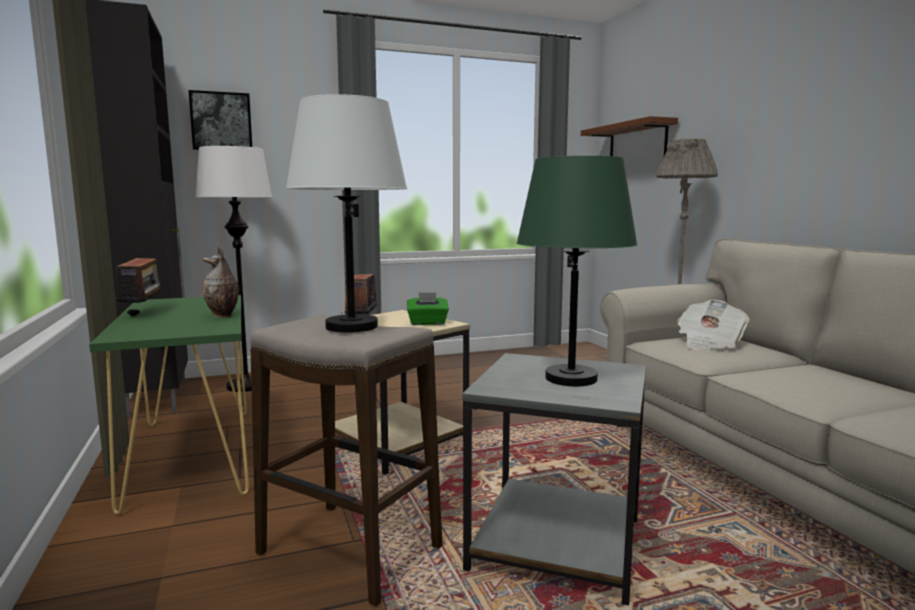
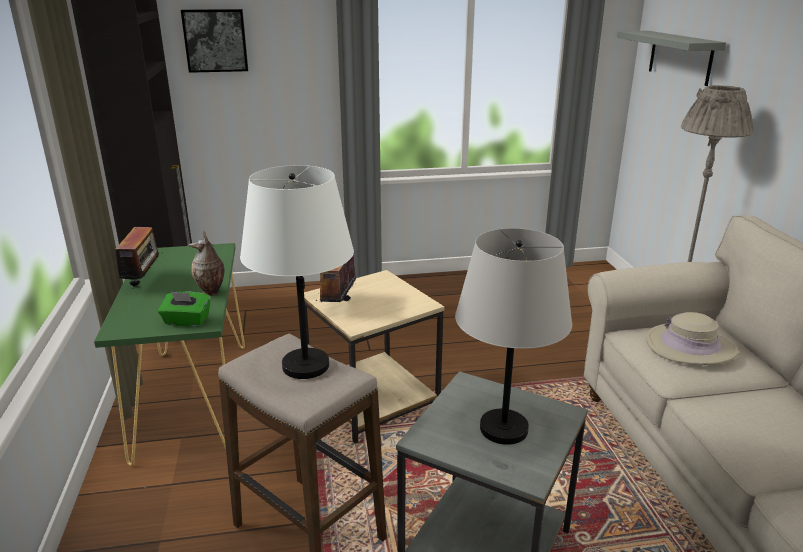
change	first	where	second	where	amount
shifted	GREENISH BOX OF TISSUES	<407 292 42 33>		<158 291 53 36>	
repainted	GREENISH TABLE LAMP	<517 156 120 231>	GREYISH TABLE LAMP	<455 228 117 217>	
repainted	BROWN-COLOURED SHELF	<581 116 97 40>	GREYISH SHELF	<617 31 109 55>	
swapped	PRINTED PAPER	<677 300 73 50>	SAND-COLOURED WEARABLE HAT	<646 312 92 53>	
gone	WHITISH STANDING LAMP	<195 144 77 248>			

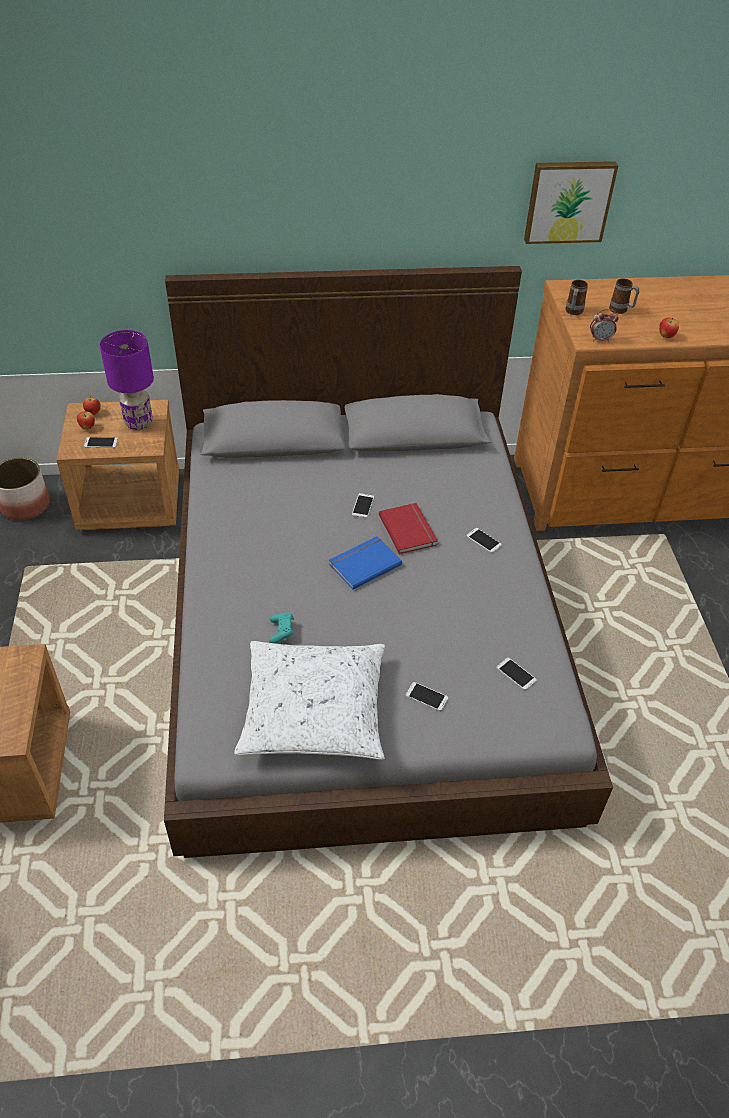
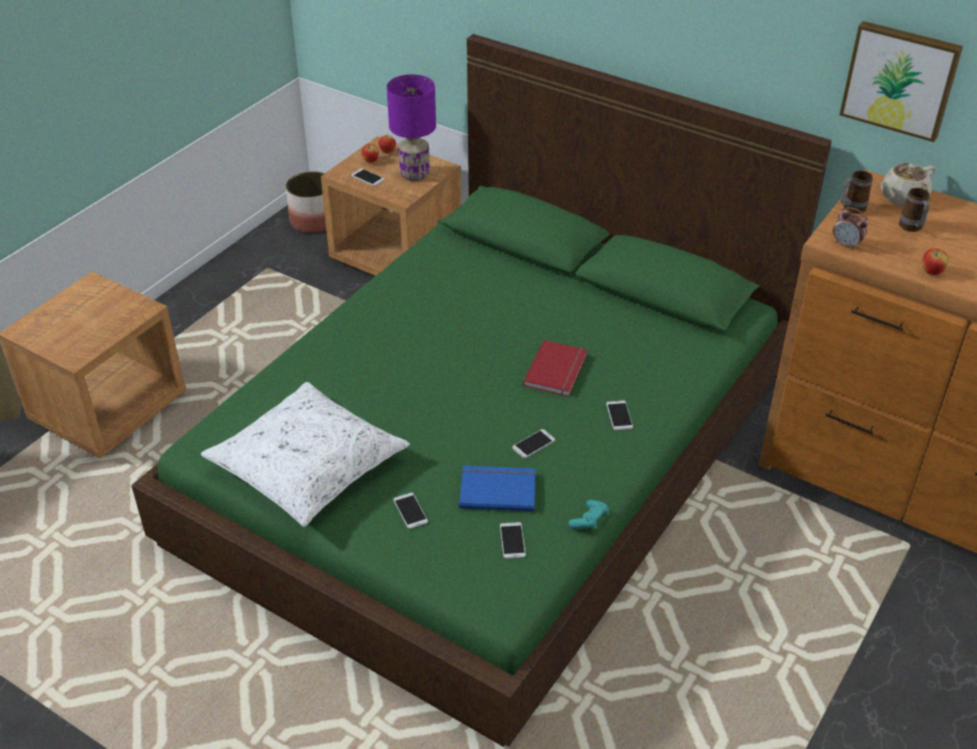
change	first	where	second	where	amount
repainted	GREYISH SLEEPING BED	<164 266 449 592>	GREENISH SLEEPING BED	<131 34 701 713>	
shifted	BLUE-COLOURED VOLUME	<329 536 73 54>		<459 466 77 46>	
shifted	PHONE	<352 493 22 25>		<512 429 43 29>	
shifted	BLUE-GREEN JOYPAD	<269 613 25 31>		<568 500 41 29>	
new			SAND-COLOURED TEAPOT	<881 163 54 43>	

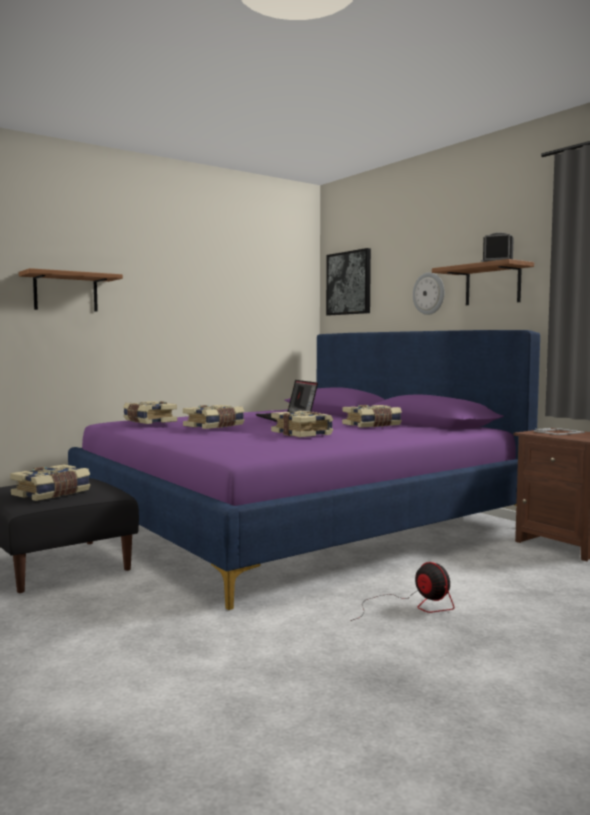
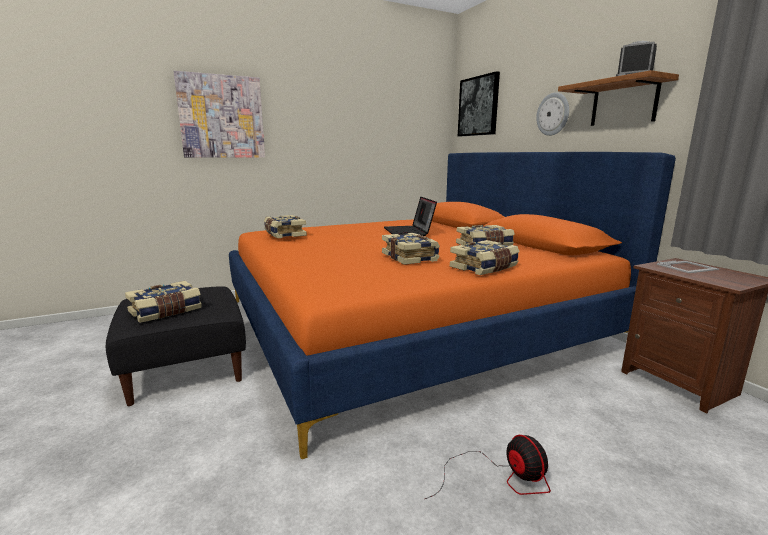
change	first	where	second	where	amount
swapped	SHELF	<19 268 104 43>	WALL PICTURE	<174 71 91 87>	
repainted	PURPLE SLEEPING BED	<68 330 472 280>	ORANGEY SLEEPING BED	<229 152 447 307>	
shifted	VOLUME	<183 405 61 24>		<450 240 70 35>	

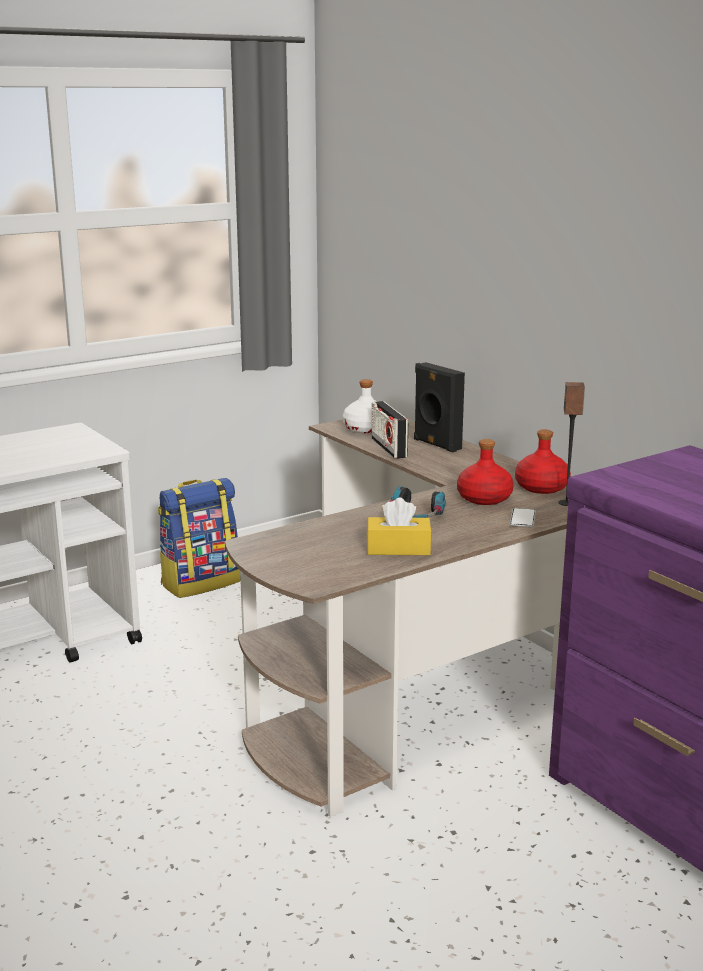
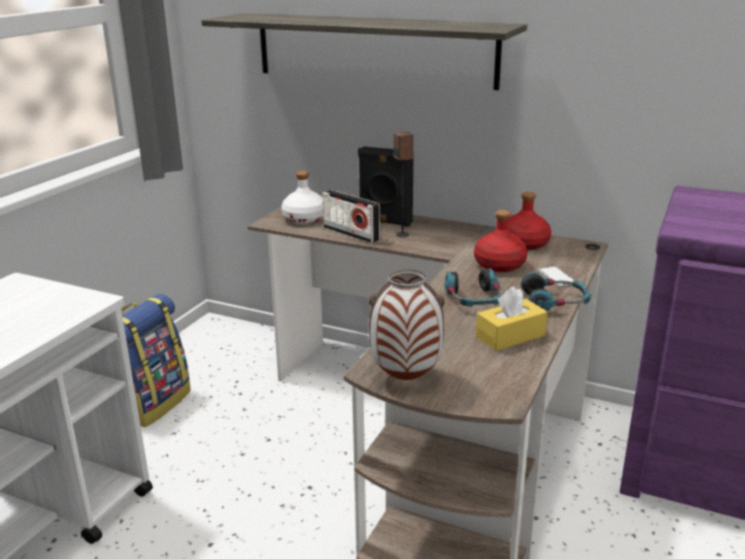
change	first	where	second	where	amount
new			SHELF	<201 13 326 77>	
new			DECORATIVE VASE	<369 269 75 111>	
shifted	SPEAKER	<558 382 27 124>		<394 132 20 105>	
new			PAIR OF HEADPHONES	<521 272 70 39>	

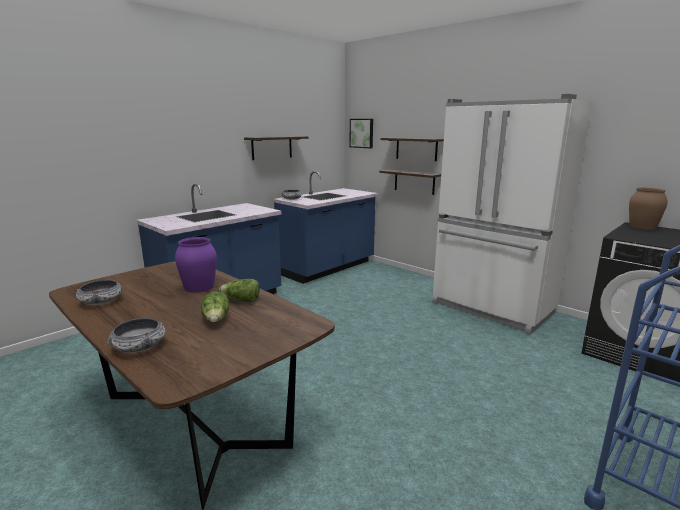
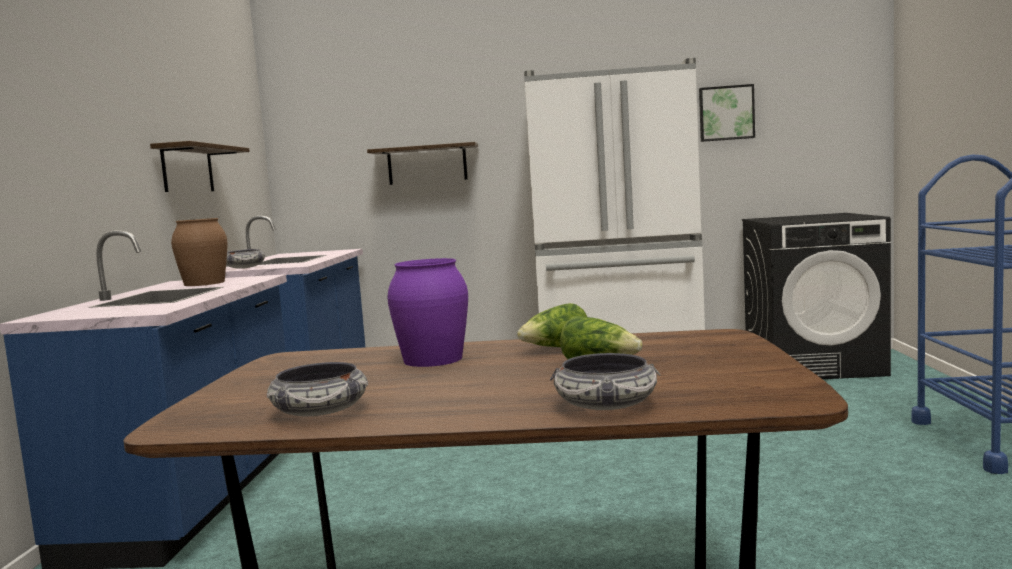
change	first	where	second	where	amount
shifted	BROWN-COLOURED DECORATIVE VASE	<629 188 39 42>		<171 218 56 68>	
shifted	WALL PICTURE	<350 119 23 29>		<699 84 56 58>	
gone	SHELF	<379 169 62 26>			

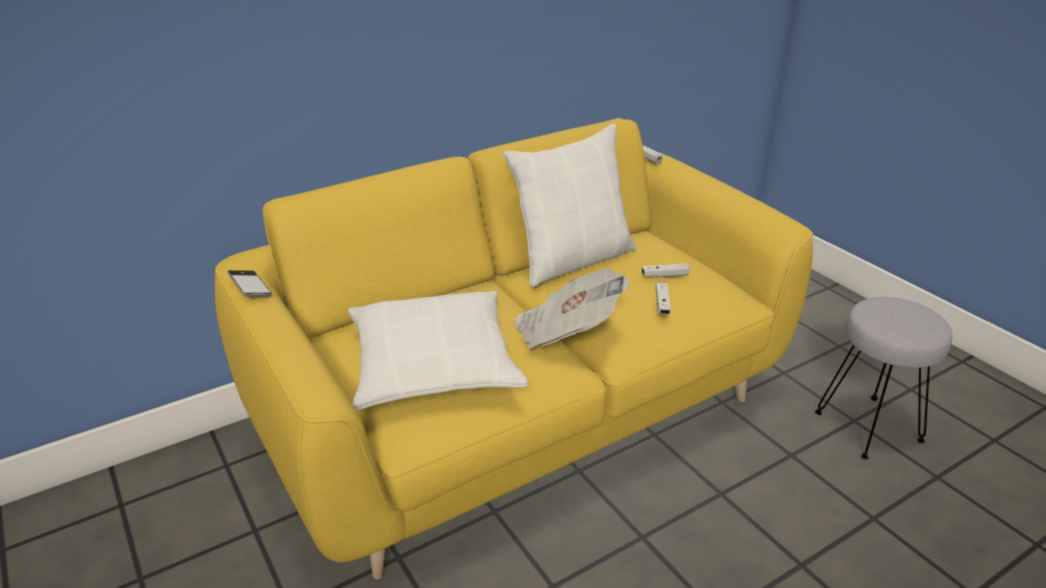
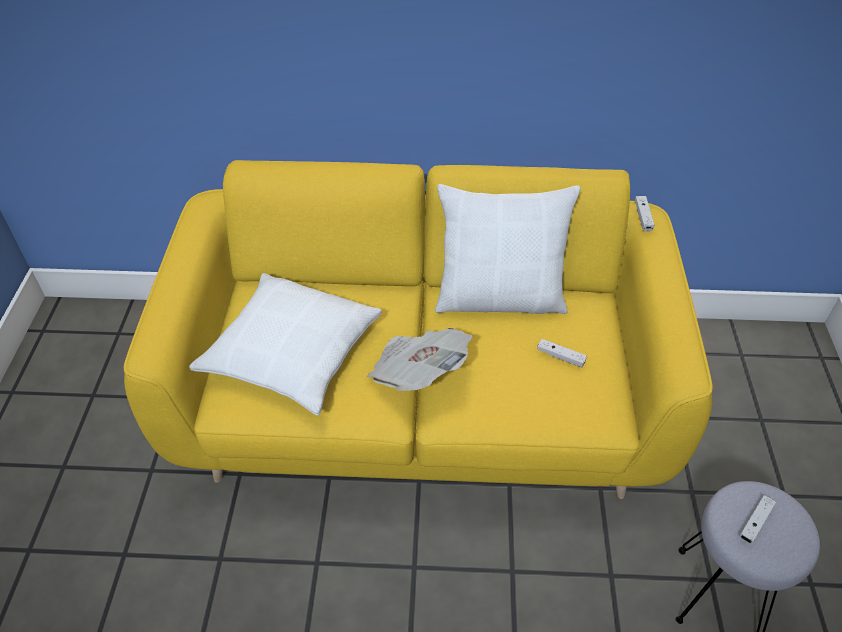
change	first	where	second	where	amount
shifted	WHITISH JOYPAD	<656 283 15 32>		<739 495 37 49>	
gone	PHONE	<227 270 45 27>			

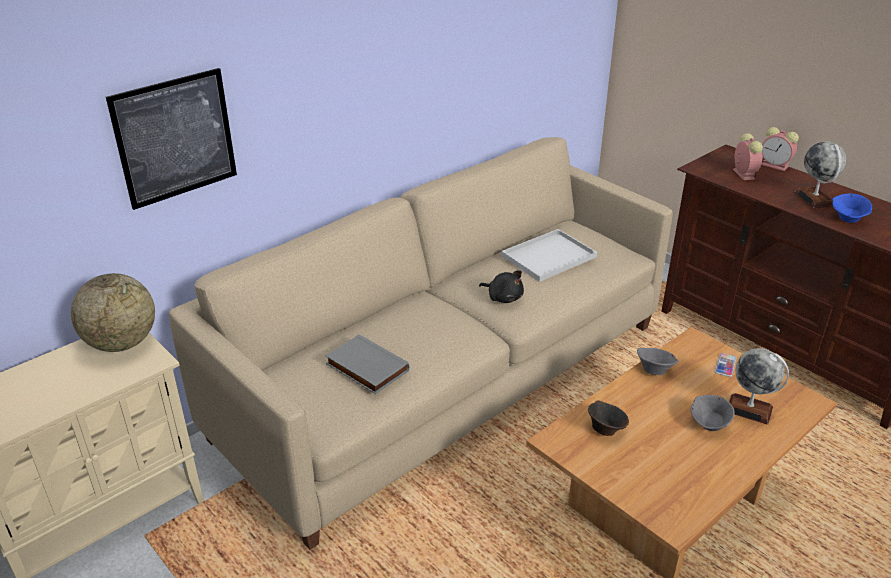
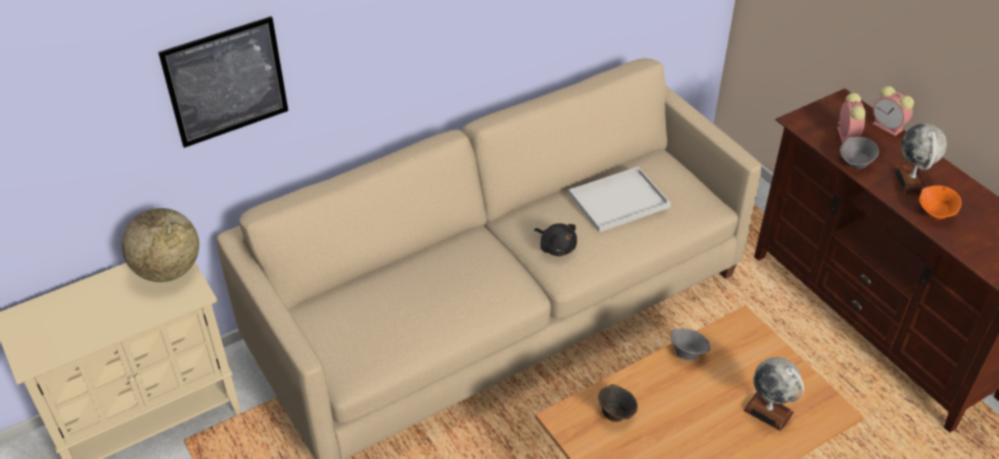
change	first	where	second	where	amount
shifted	GREYISH BOWL	<690 395 45 36>		<840 137 39 32>	
repainted	BLUE-COLOURED BOWL	<832 194 40 29>	ORANGEY BOWL	<919 185 43 34>	
gone	GREYISH VOLUME	<325 334 84 60>			
gone	PHONE	<715 353 22 24>			

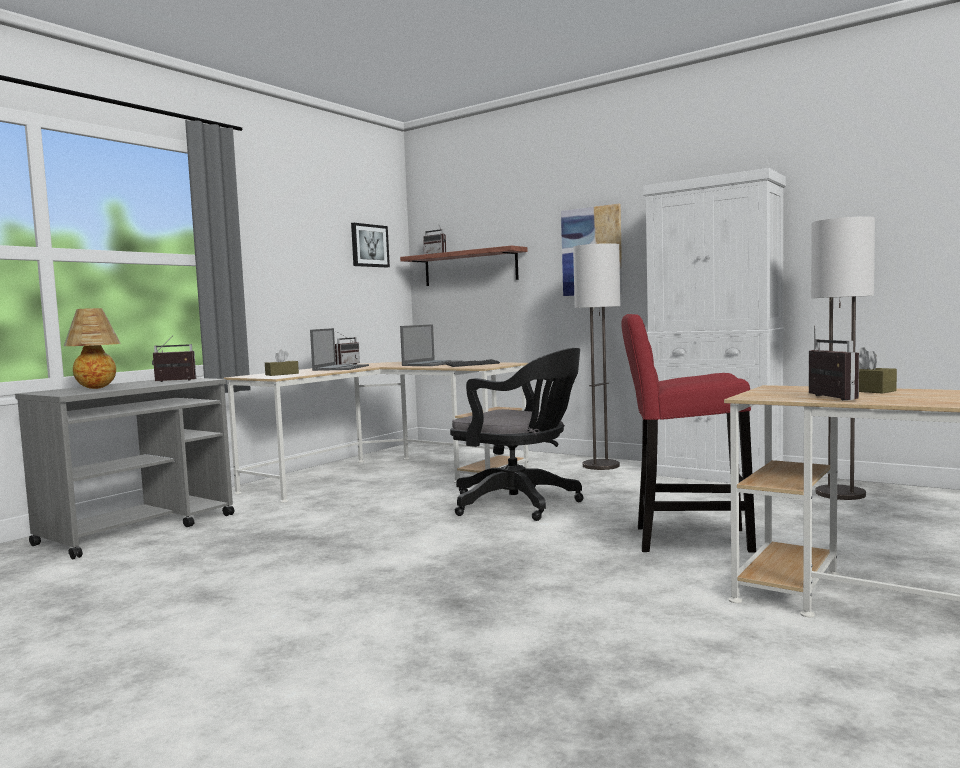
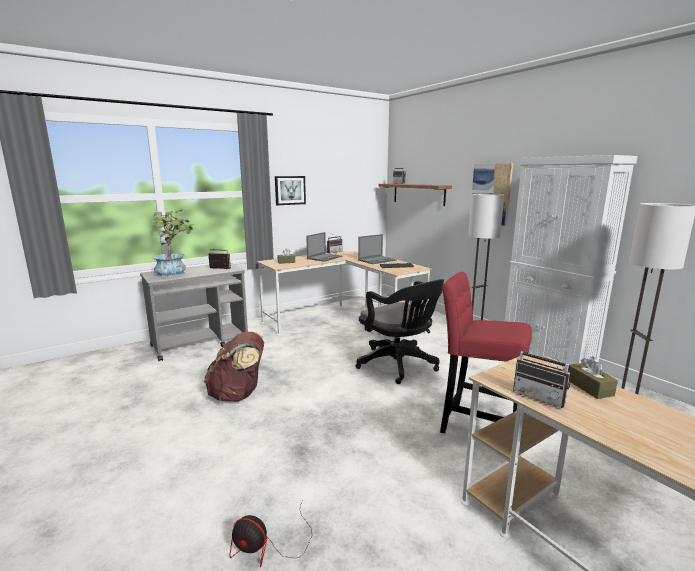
change	first	where	second	where	amount
swapped	TABLE LAMP	<64 308 57 81>	POTTED PLANT	<152 210 43 68>	
new			BROWN-COLOURED KNAPSACK	<204 332 60 70>	
new			ELECTRIC FAN	<229 499 83 68>	
shifted	WALL PICTURE	<351 223 39 44>		<275 176 31 29>	
rotated	RADIO RECEIVER	<809 325 50 75>		<513 340 57 68>	120 degrees clockwise

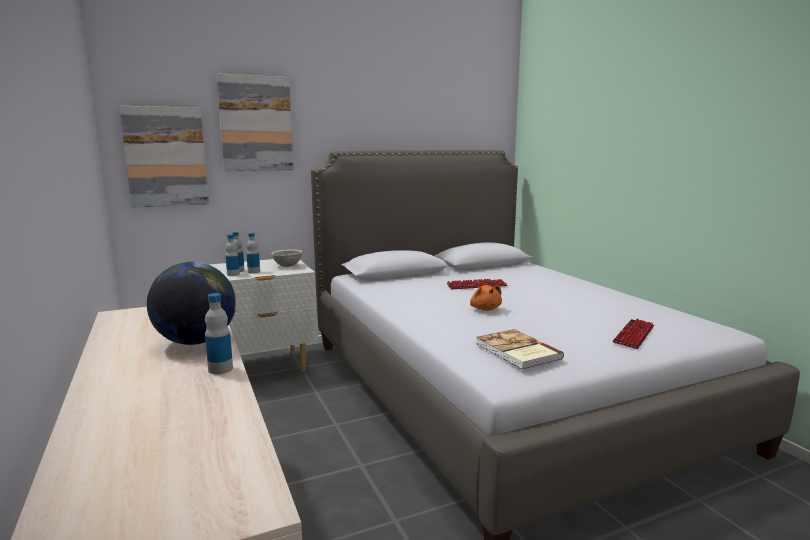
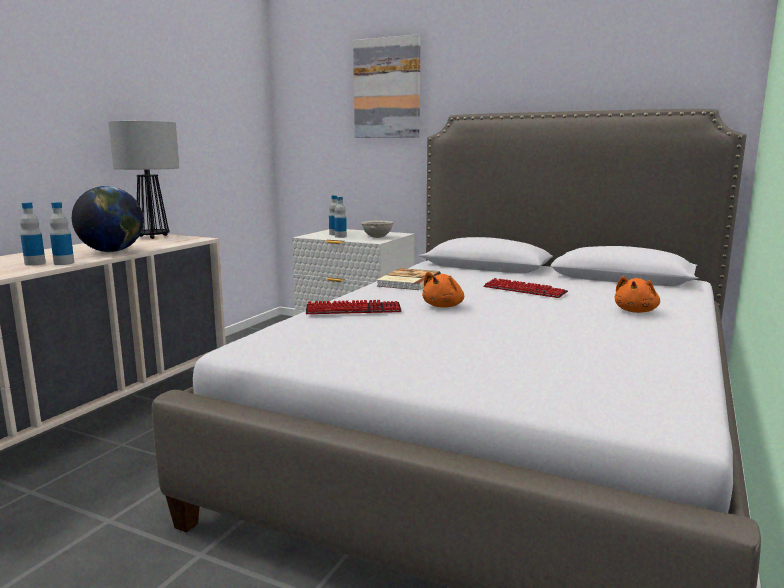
change	first	where	second	where	amount
shifted	DRINK BOTTLE	<225 234 15 42>		<20 202 26 64>	
new			TABLE LAMP	<108 121 71 118>	
shifted	PC KEYBOARD	<613 319 41 30>		<306 300 95 14>	
shifted	VOLUME	<476 329 88 40>		<377 268 64 22>	
new			ORANGEY PLUSH TOY	<615 276 45 37>	
gone	WALL PICTURE	<119 106 90 102>			

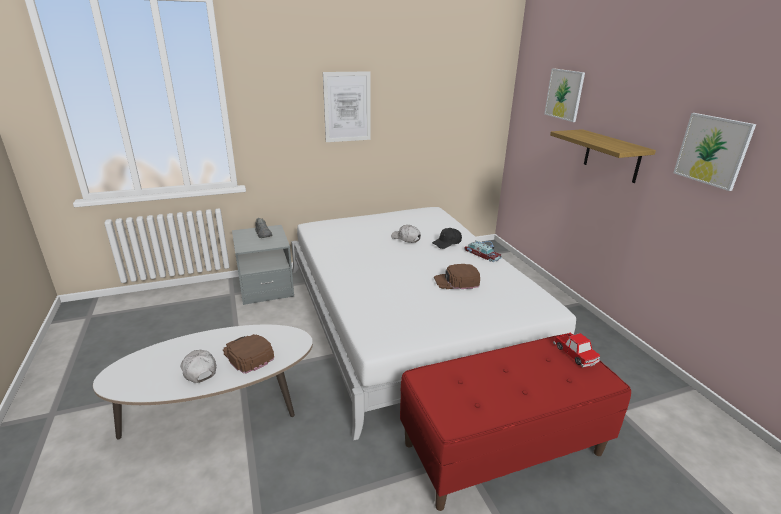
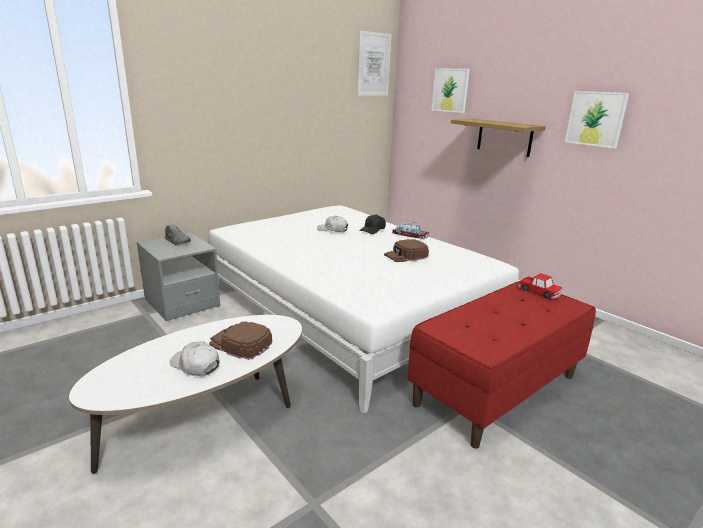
change	first	where	second	where	amount
shifted	WALL PICTURE	<323 71 48 71>		<357 31 34 65>	

